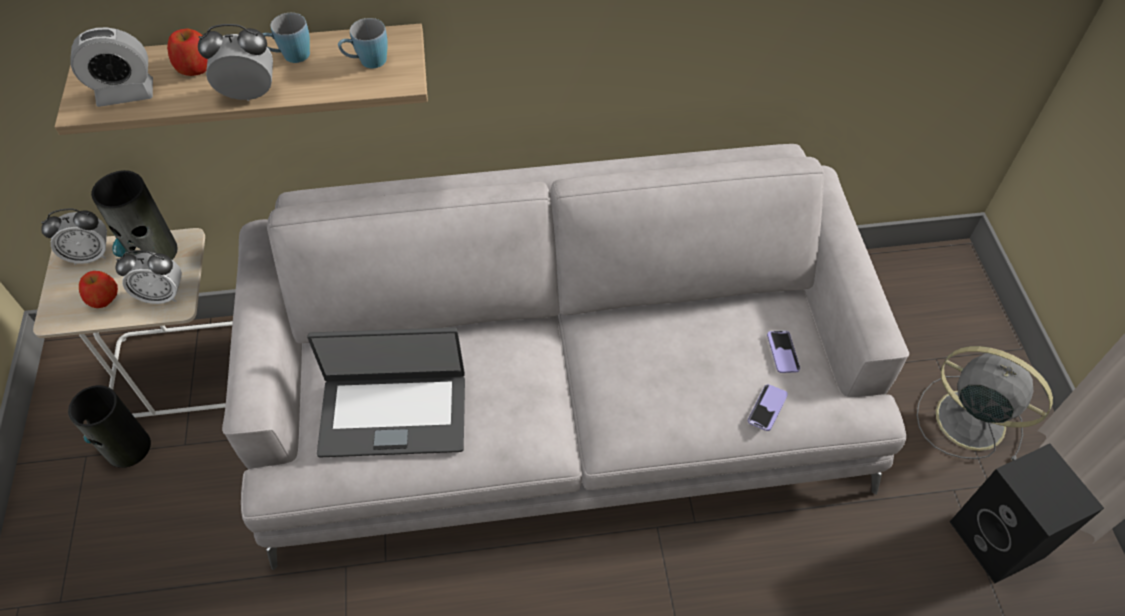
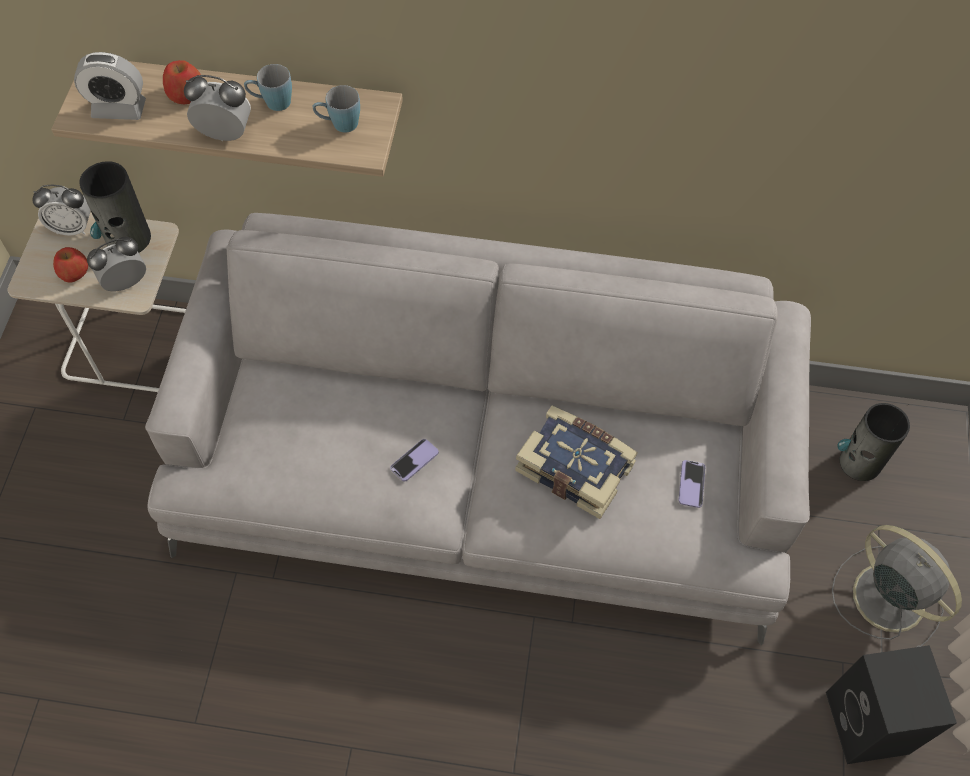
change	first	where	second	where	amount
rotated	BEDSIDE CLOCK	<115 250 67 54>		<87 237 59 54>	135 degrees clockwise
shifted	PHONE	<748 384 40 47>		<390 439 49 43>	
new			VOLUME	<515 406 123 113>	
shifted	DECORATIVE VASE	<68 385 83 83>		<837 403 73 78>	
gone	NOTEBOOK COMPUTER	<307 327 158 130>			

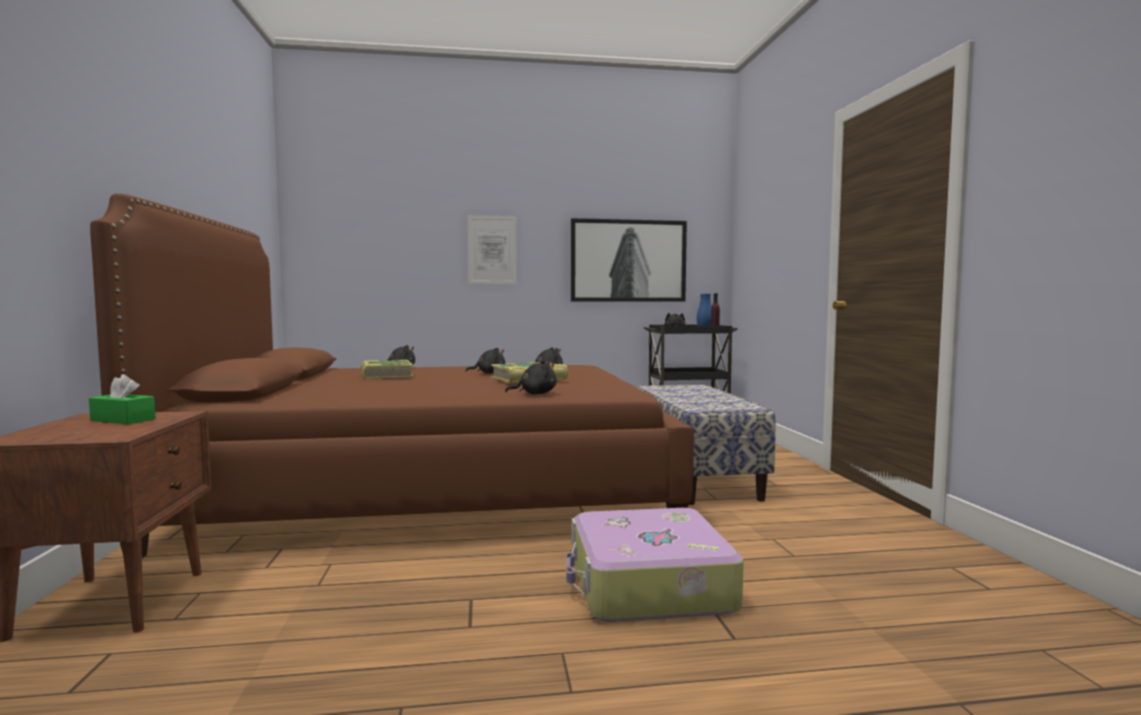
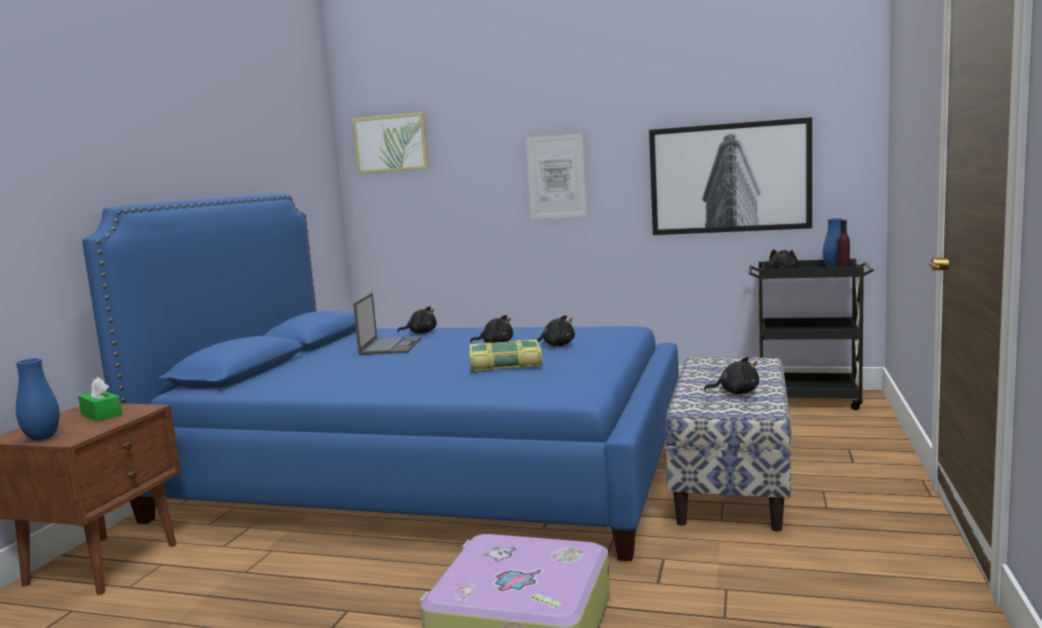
change	first	where	second	where	amount
new			BLUE-COLOURED DECORATIVE VASE	<16 358 44 83>	
repainted	BROWN-COLOURED SLEEPING BED	<90 193 604 365>	BLUE-COLOURED SLEEPING BED	<82 194 597 367>	
new			WALL PICTURE	<352 112 77 62>	
swapped	VOLUME	<361 360 52 19>	NOTEBOOK COMPUTER	<353 293 68 62>	
shifted	BLACK PLUSH TOY	<505 360 52 34>		<704 357 55 37>	

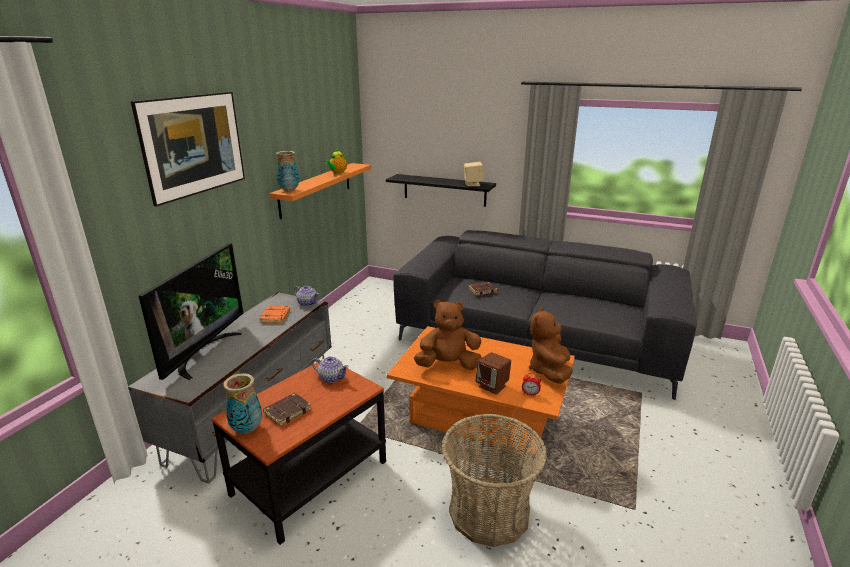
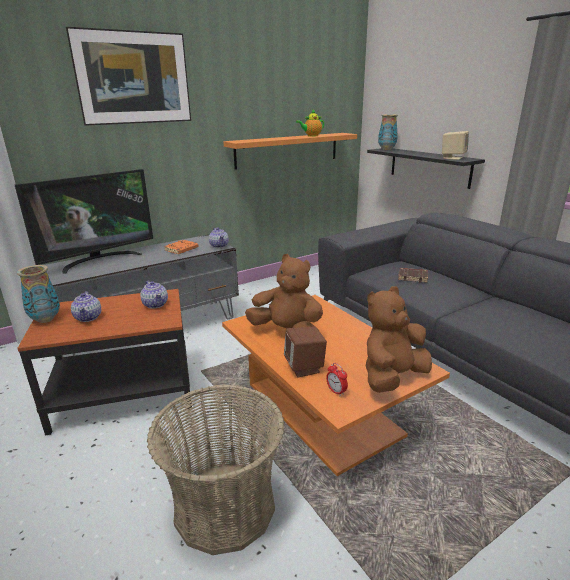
change	first	where	second	where	amount
swapped	BROWN-COLOURED VOLUME	<263 393 49 34>	TEAPOT	<71 291 30 31>	
shifted	DECORATIVE VASE	<276 151 23 41>		<378 114 20 36>	

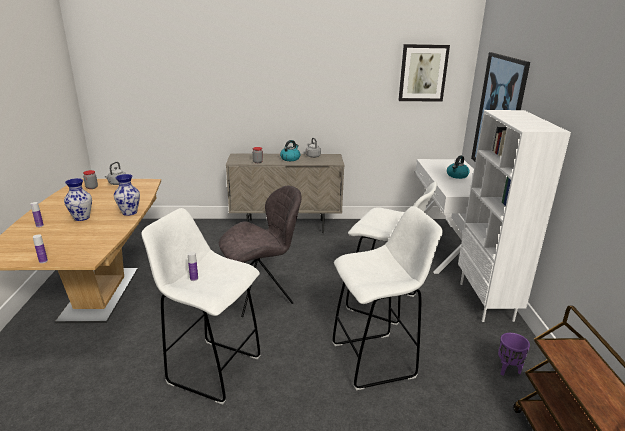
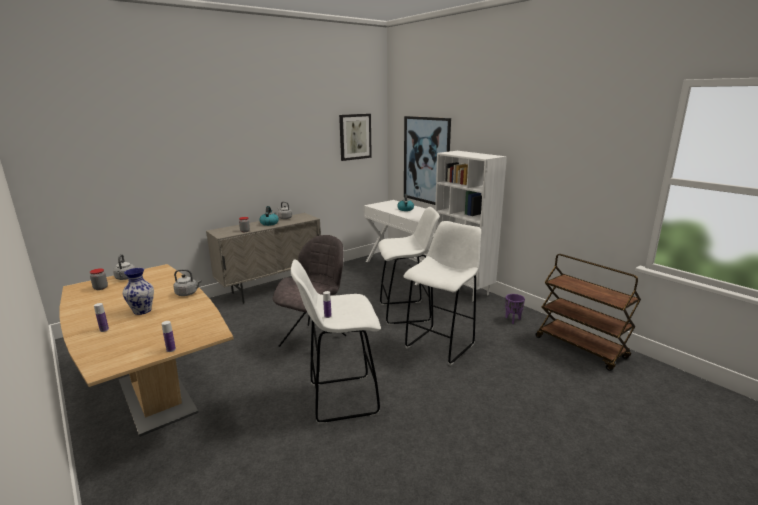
change	first	where	second	where	amount
swapped	DECORATIVE VASE	<114 174 26 42>	GREYISH TEA KETTLE	<173 269 29 27>	

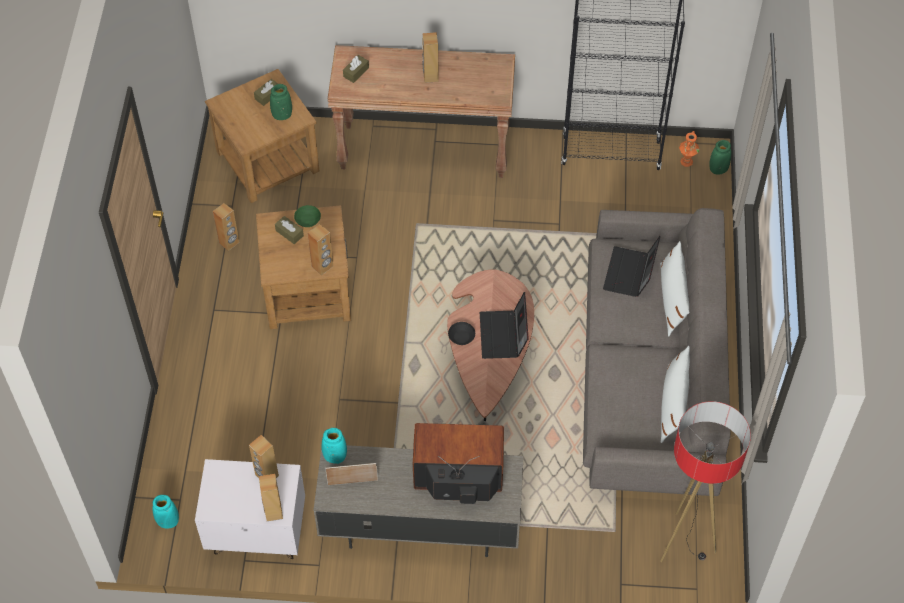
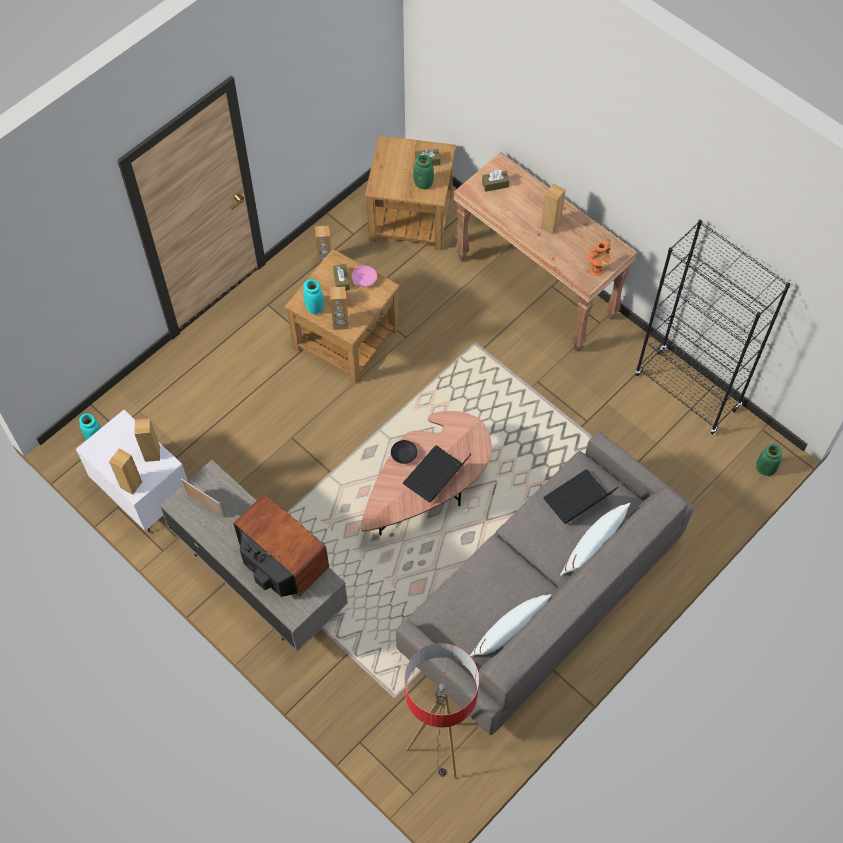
change	first	where	second	where	amount
shifted	BLUE-GREEN DECORATIVE VASE	<322 428 25 36>		<303 279 21 35>	
repainted	GREENISH BOWL	<294 205 27 22>	PINKISH BOWL	<352 266 25 21>	
shifted	ORANGEY DECORATIVE VASE	<679 131 20 36>		<588 241 23 35>	

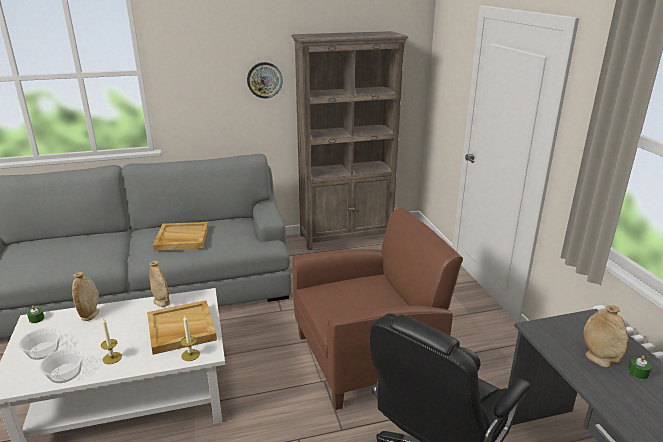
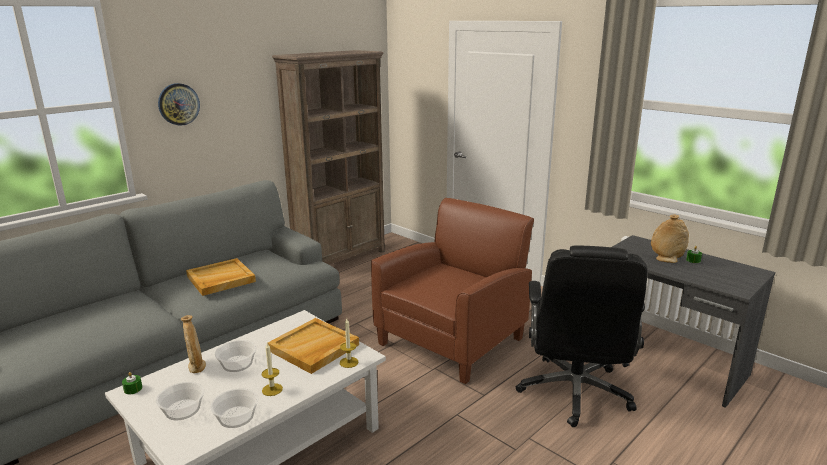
change	first	where	second	where	amount
shifted	HANGING CLOCK	<247 62 36 37>		<158 83 42 43>	
new			BOWL	<215 340 42 32>	
gone	SAND-COLOURED DECORATIVE VASE	<149 261 21 46>			

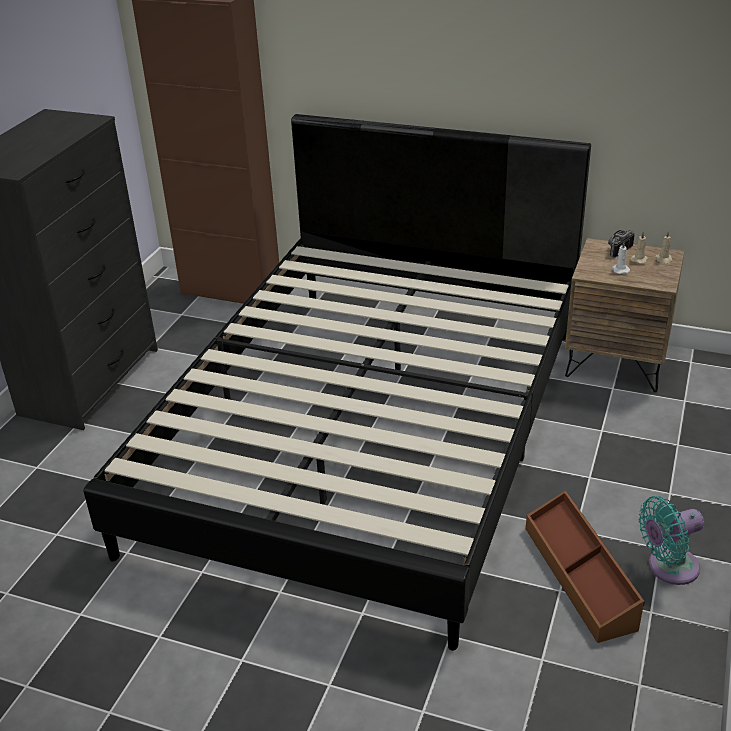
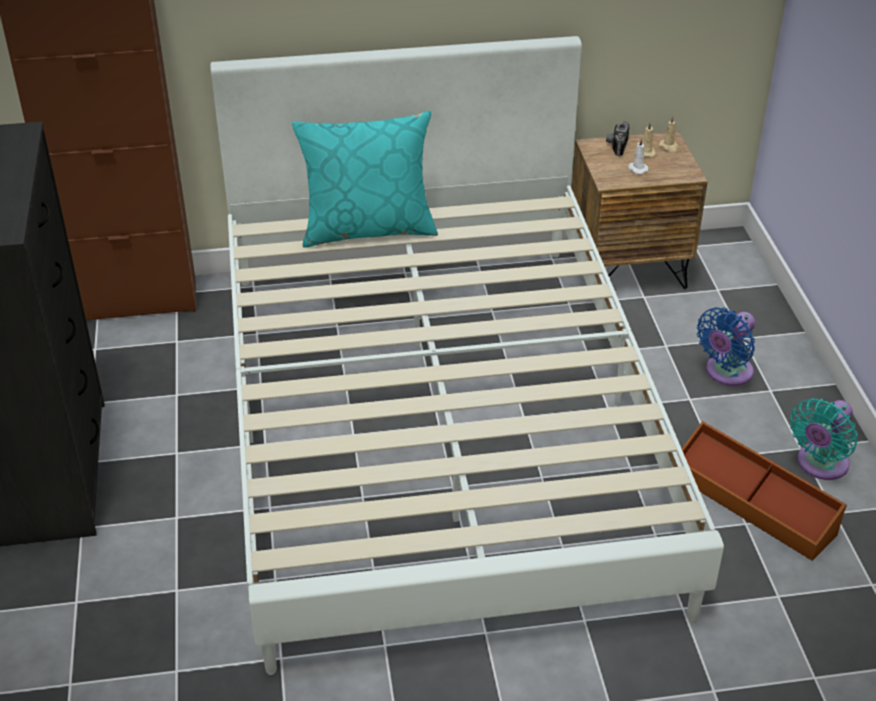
change	first	where	second	where	amount
repainted	BLACK SLEEPING BED	<84 114 507 537>	WHITISH SLEEPING BED	<210 36 514 639>	
new			BLUE-GREEN THROW PILLOW	<292 111 146 136>	
new			BLUE-COLOURED ELECTRIC FAN	<697 307 58 79>	

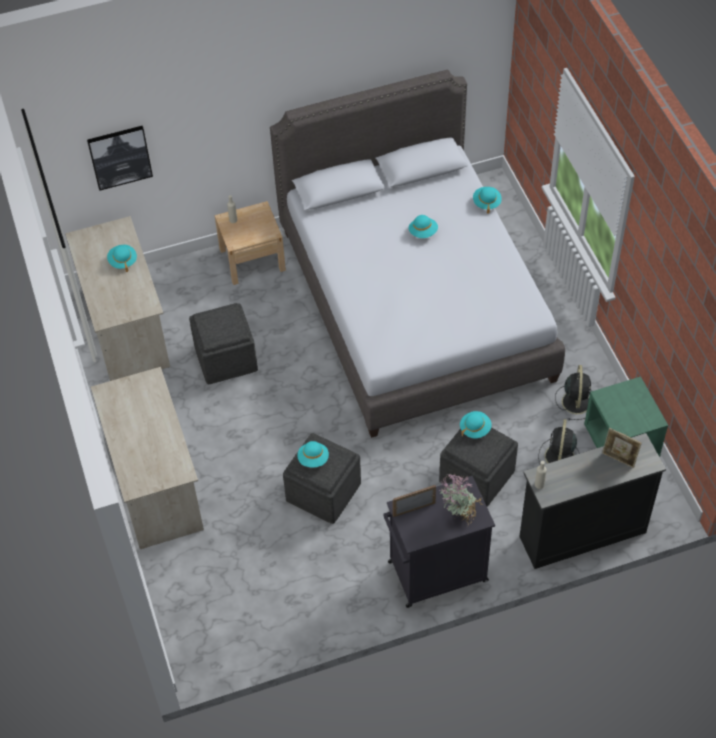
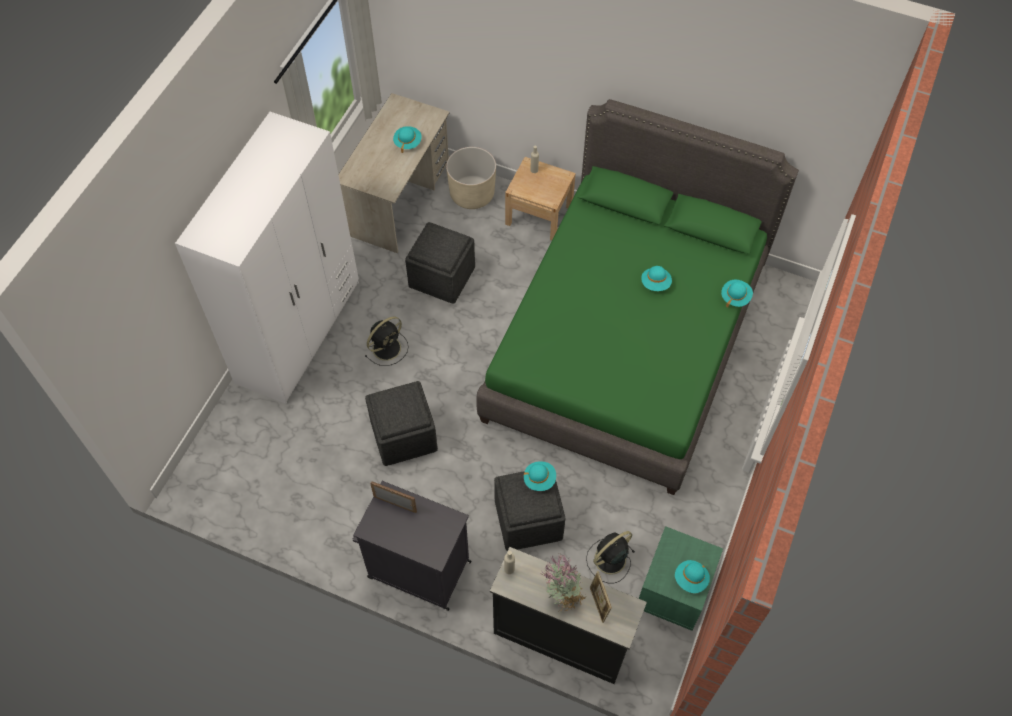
change	first	where	second	where	amount
swapped	SAND-COLOURED DESK UNIT	<91 367 113 182>	WHITISH ARMOIRE	<175 111 184 293>	
shifted	BLACK ELECTRIC FAN	<555 365 37 55>		<364 317 45 49>	
new			SAND-COLOURED PLANT POT	<446 147 50 62>	
repainted	GREYISH SLEEPING BED	<270 69 295 369>	GREENISH SLEEPING BED	<476 99 323 396>	
shifted	POTTED PLANT	<440 474 42 51>		<542 553 44 58>	
shifted	BLUE-GREEN WEARABLE HAT	<297 441 32 27>		<675 560 35 33>	
gone	WALL PICTURE	<87 126 66 65>			

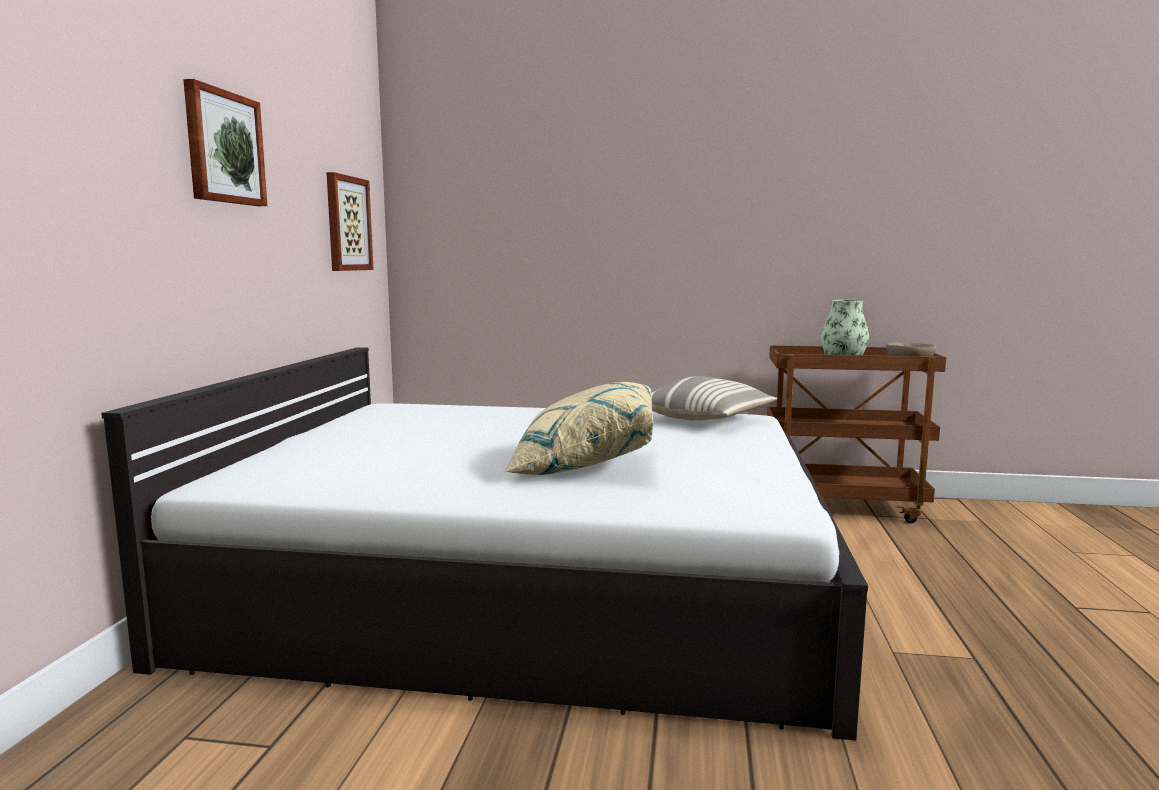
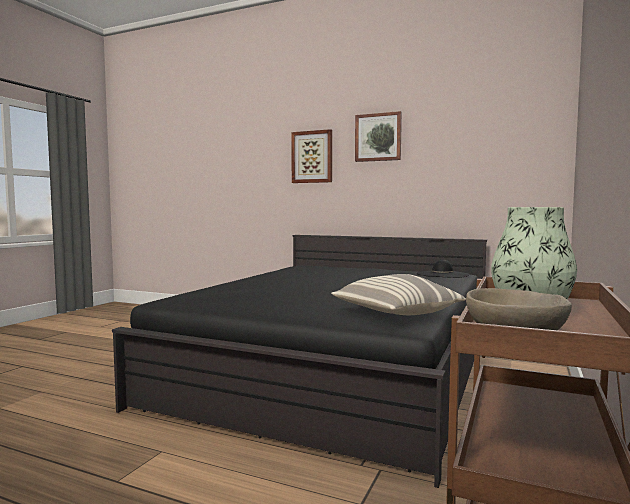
change	first	where	second	where	amount
repainted	WHITISH SLEEPING BED	<101 347 767 393>	BLACK SLEEPING BED	<112 235 375 253>	
shifted	WALL PICTURE	<326 172 48 99>		<291 129 41 54>	
new			BLACK WEARABLE HAT	<417 260 52 18>	
gone	SAND-COLOURED THROW PILLOW	<504 382 150 93>			

